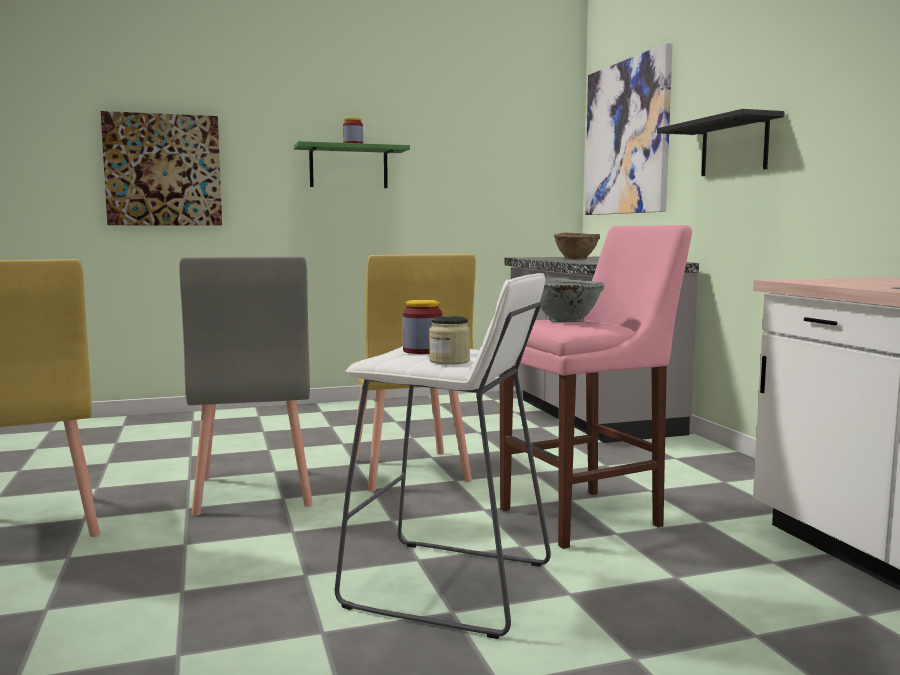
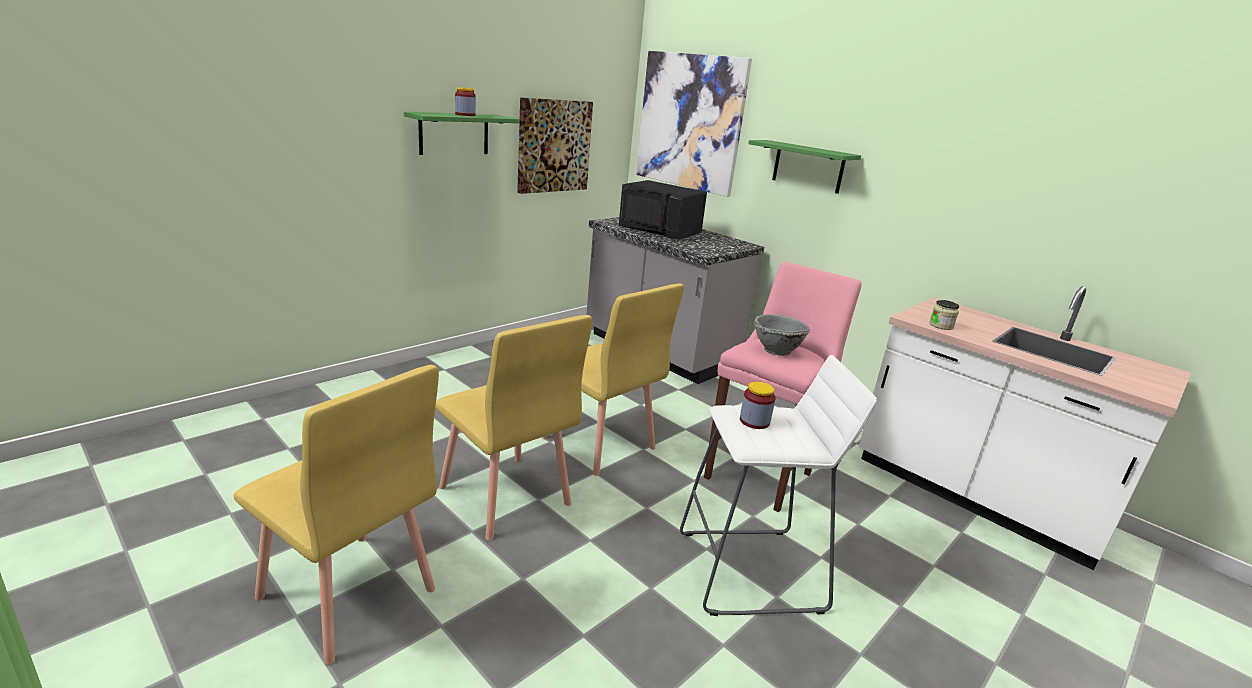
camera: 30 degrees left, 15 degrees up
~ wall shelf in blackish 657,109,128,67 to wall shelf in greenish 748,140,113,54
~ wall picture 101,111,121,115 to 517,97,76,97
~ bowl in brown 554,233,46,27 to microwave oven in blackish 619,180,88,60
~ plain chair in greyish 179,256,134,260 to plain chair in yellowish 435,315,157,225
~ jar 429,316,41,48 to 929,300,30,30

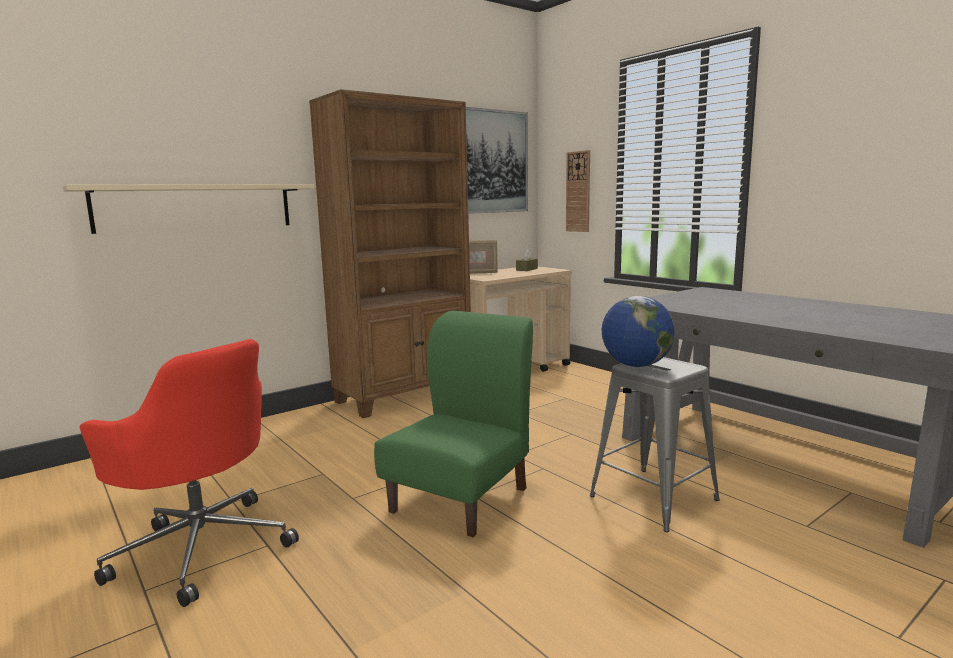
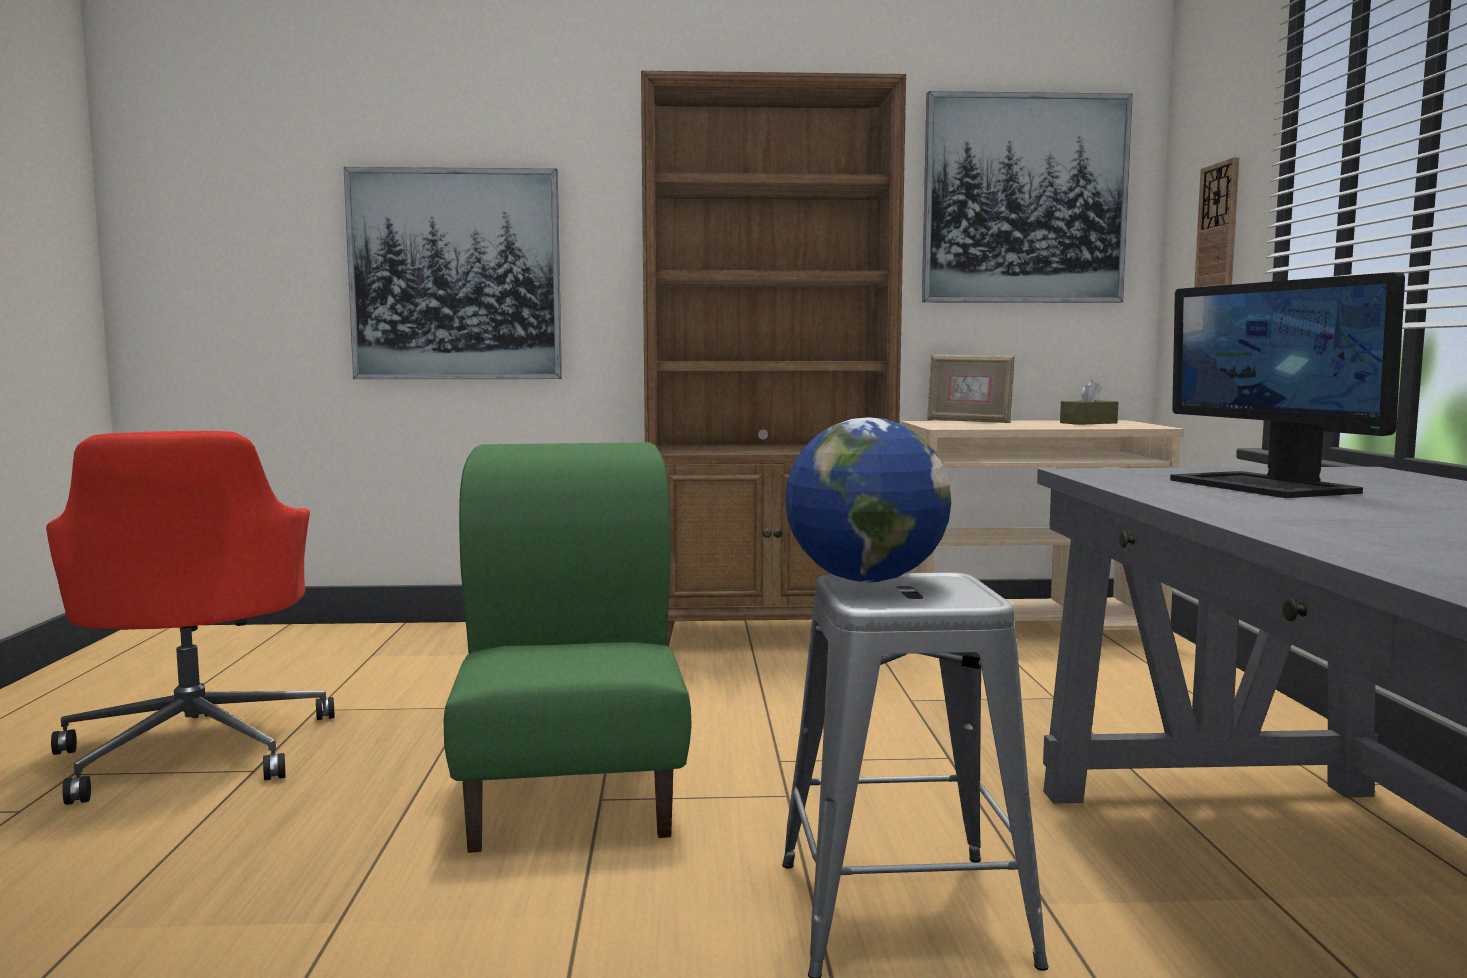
camera: 35 degrees right, 5 degrees down
~ wall shelf in beige-coloured 63,184,252,50 to wall picture 344,167,218,212
~ plain chair in greenish 374,310,159,227 = 444,442,248,411 75 degrees counterclockwise
+ monitor 1170,272,235,226

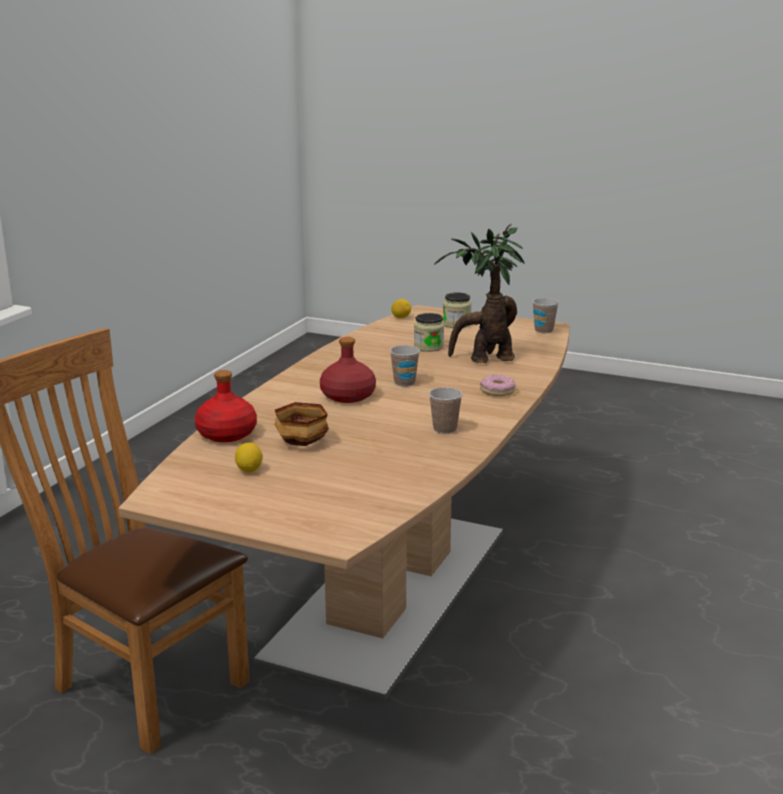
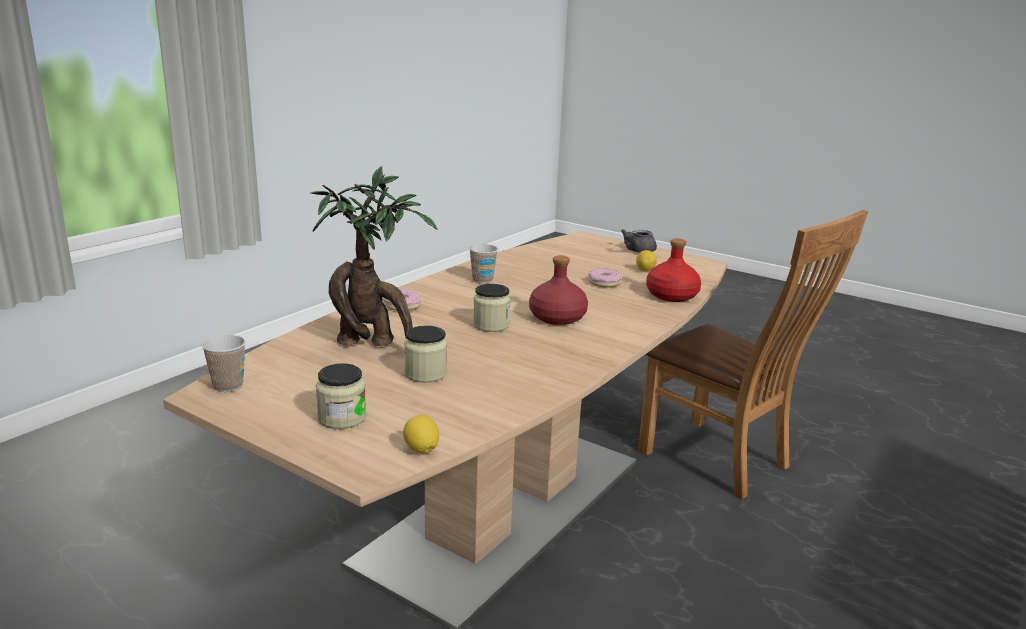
camera: 170 degrees left, 0 degrees up
~ cup 390,345,30,42 to jar 473,284,38,48
~ bowl 274,402,55,44 to ring doughnut 588,268,34,20
+ pot for tea in greyish 621,229,36,24

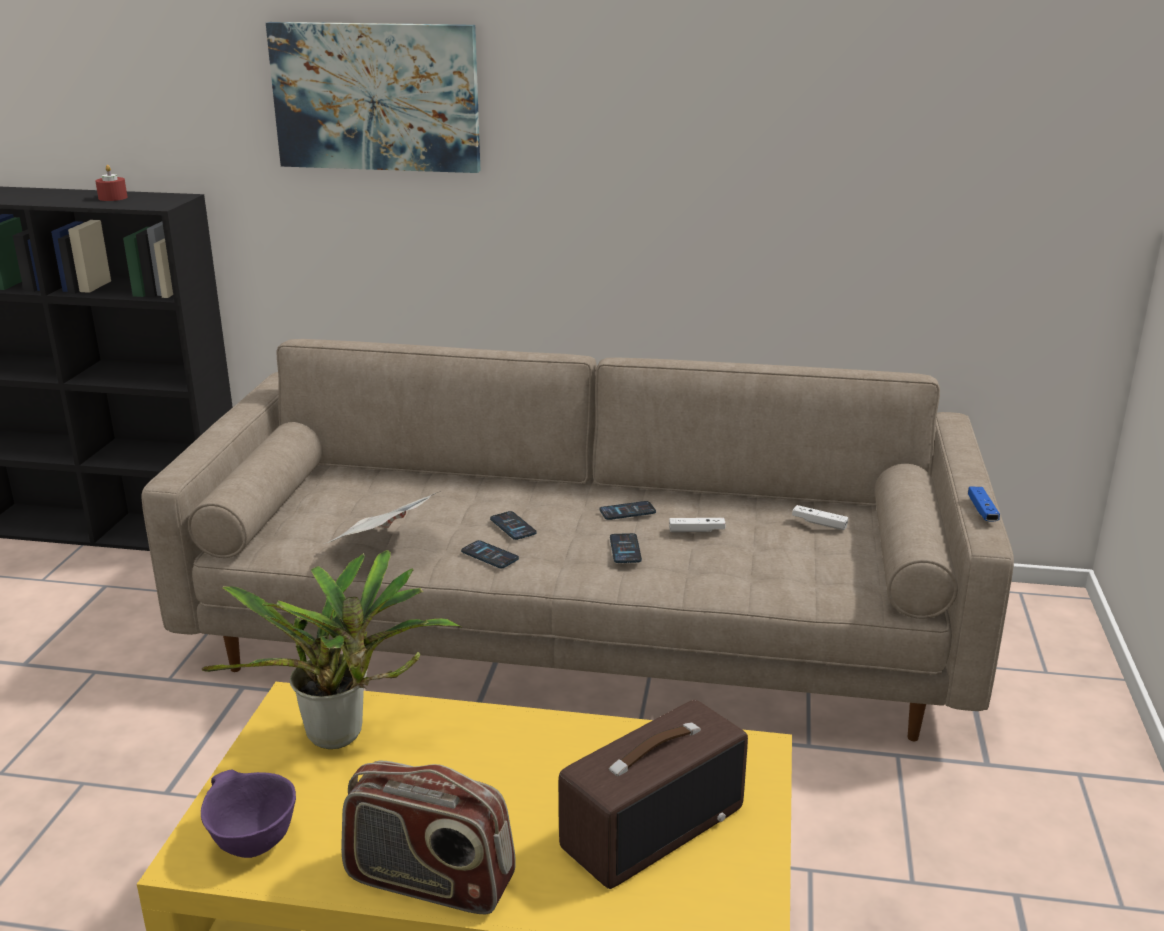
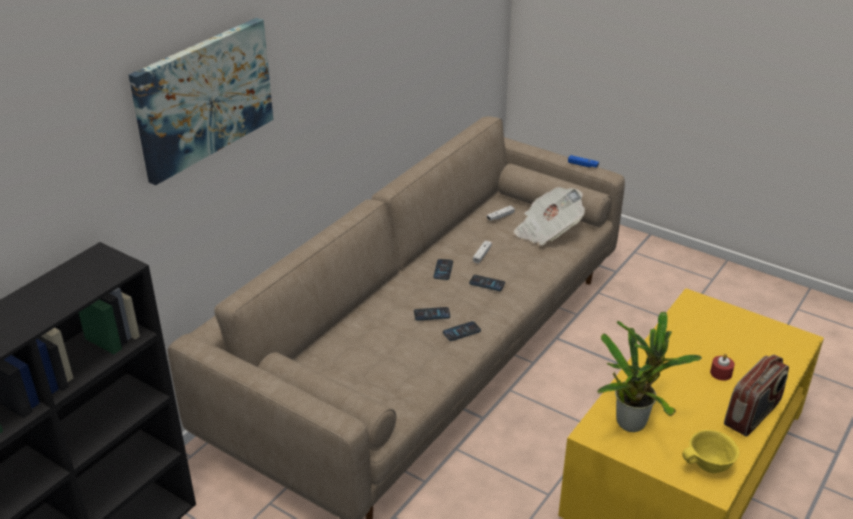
camera: 65 degrees left, 10 degrees up
~ wax light in red 95,165,32,36 to 710,354,25,27
~ newspaper 324,491,117,53 to 514,187,71,59
- radio 559,700,189,189
~ bowl in purple-coloured 201,770,95,88 to bowl in yellowish 682,430,57,43

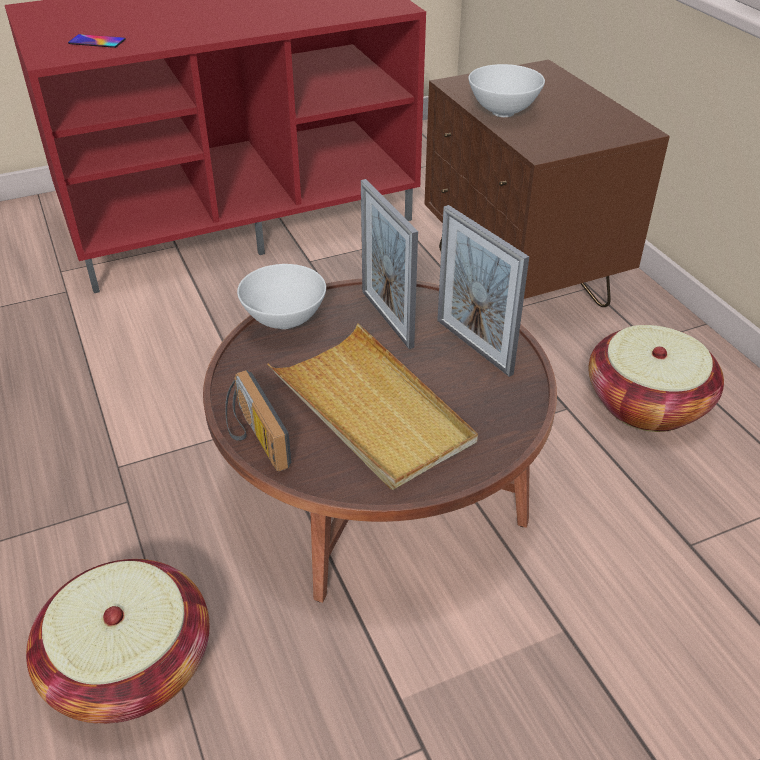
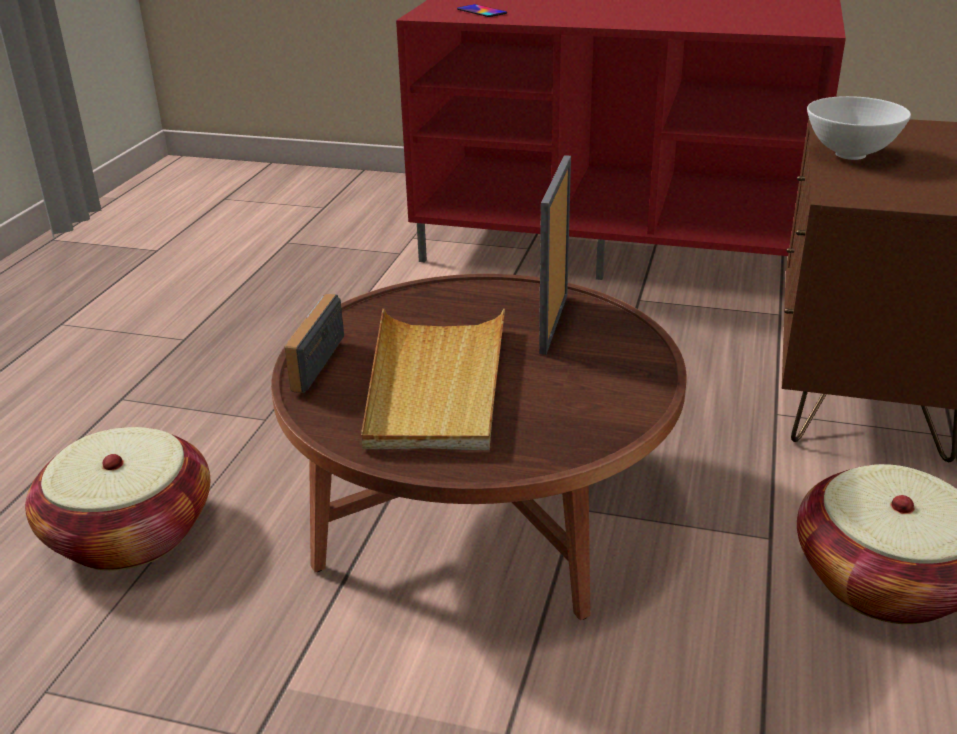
camera: 40 degrees right, 10 degrees down
- standing frame 437,205,92,172
- bowl in white-coloured 237,264,89,65

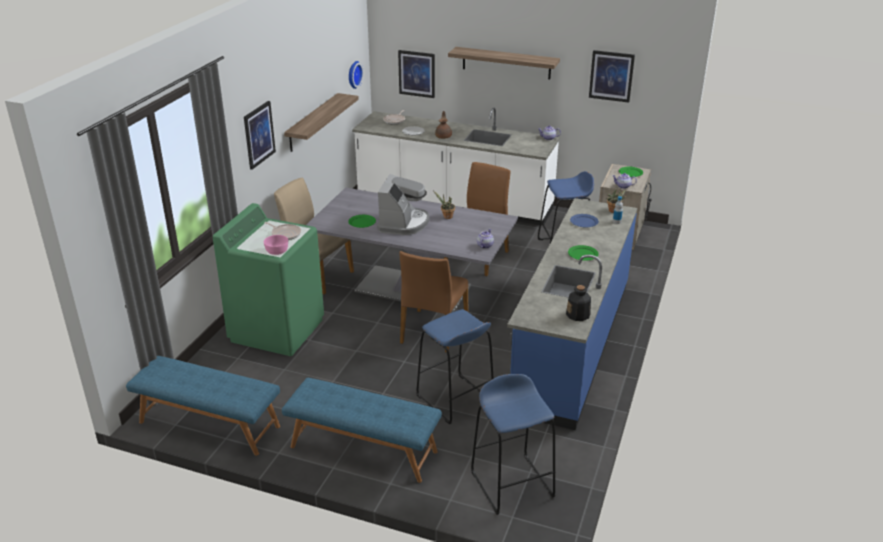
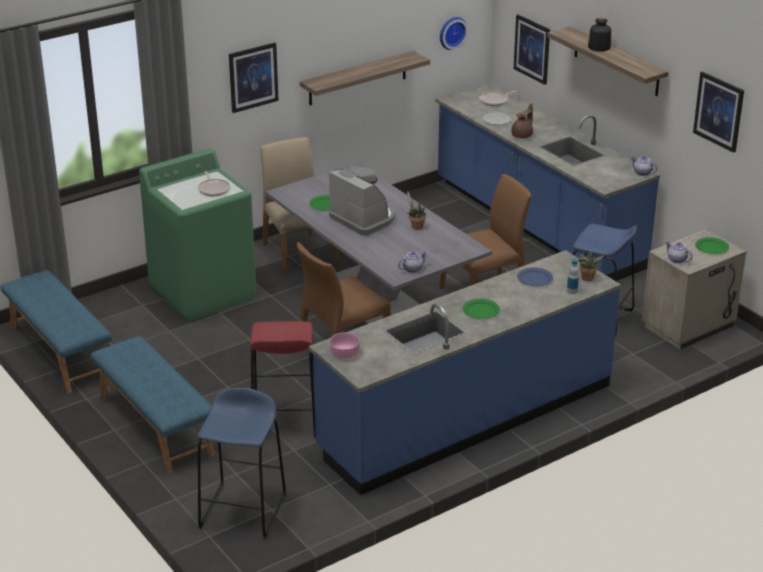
camera: 35 degrees right, 0 degrees up
~ counter in white-coloured 352,108,208,118 to counter in blue 435,83,225,198
~ coffee machine 377,174,52,61 = 329,167,66,69 90 degrees counterclockwise
~ bowl in pinkish 264,235,24,20 to 329,332,31,27
~ drink bottle 566,285,25,36 to 588,17,23,35
~ stool in blue 416,309,78,116 to stool in red 250,321,65,117

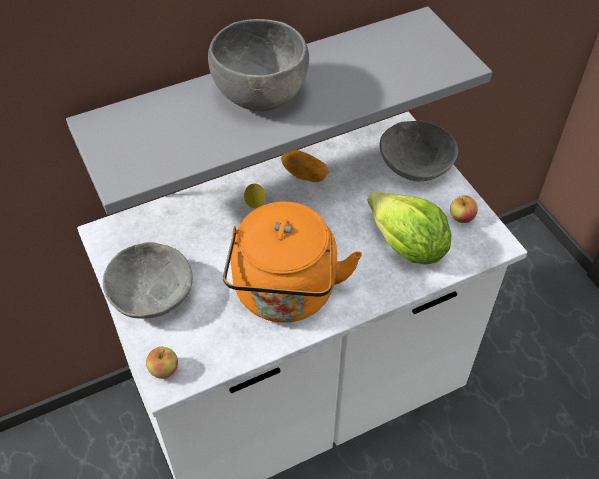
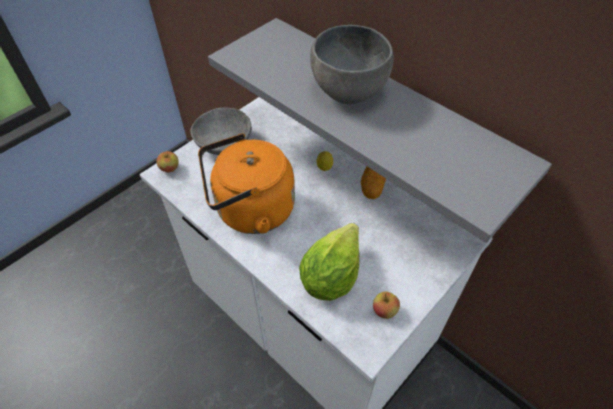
camera: 70 degrees right, 0 degrees up
- bowl in greyish 380,121,78,60

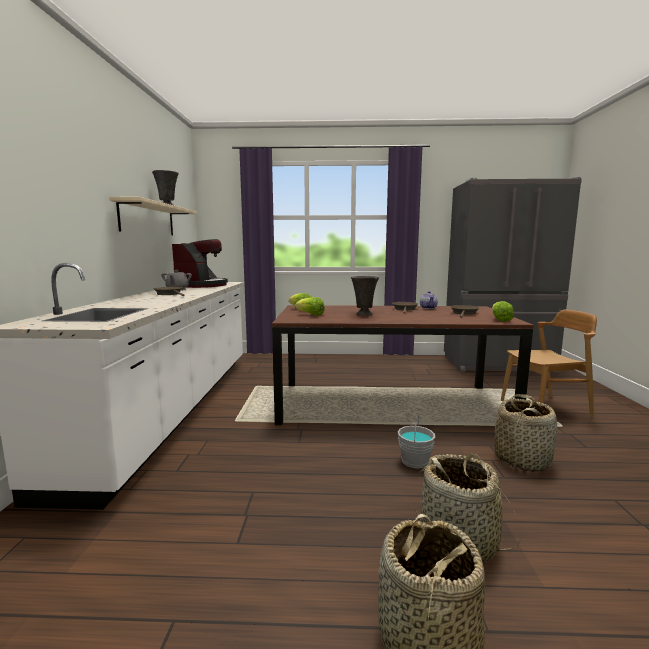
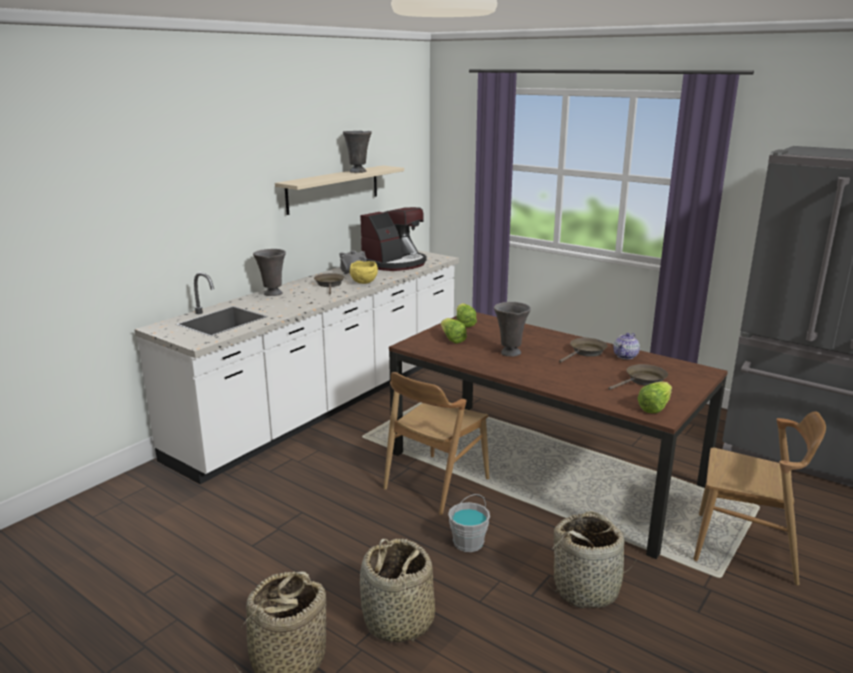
camera: 35 degrees right, 10 degrees up
+ vase in greyish 253,249,33,47
+ bowl in yellowish 350,261,28,23
+ plain chair in brown 383,372,106,143

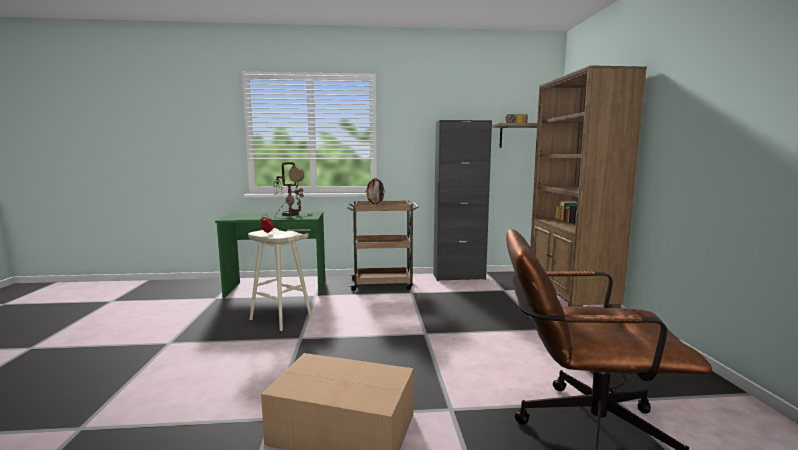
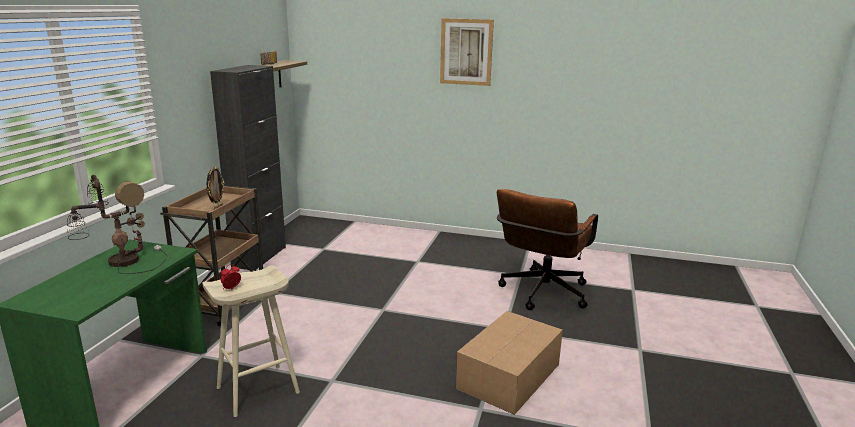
camera: 70 degrees left, 10 degrees up
- shelving unit in brown 530,65,117,243
+ wall picture 440,18,54,68

